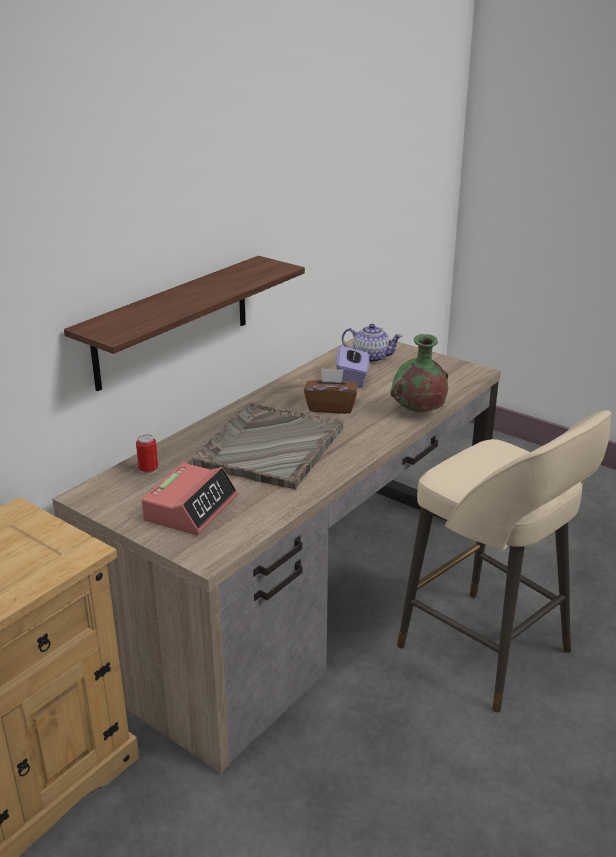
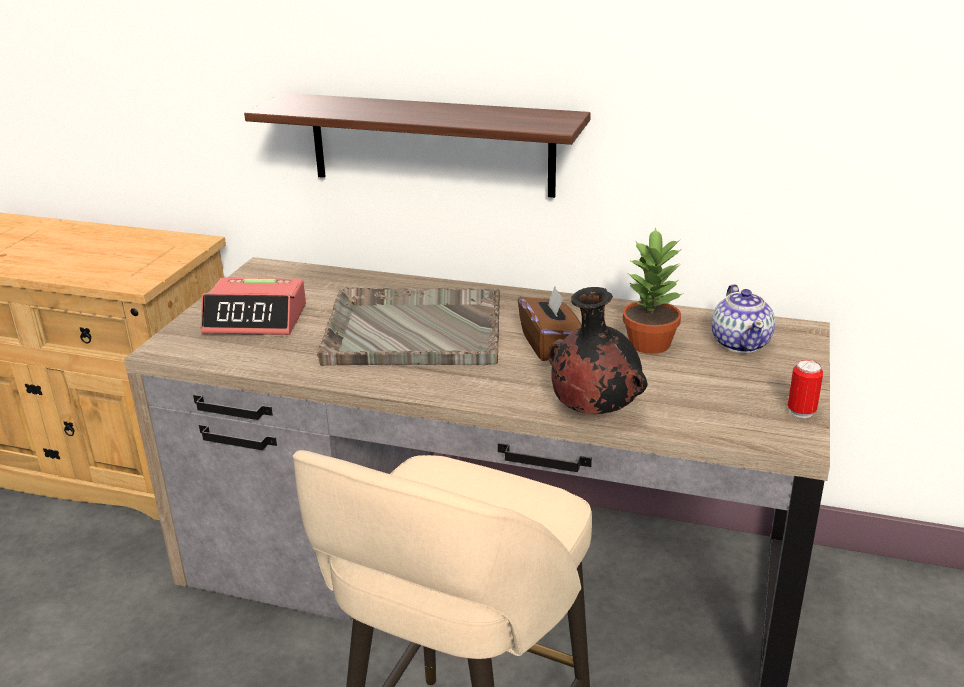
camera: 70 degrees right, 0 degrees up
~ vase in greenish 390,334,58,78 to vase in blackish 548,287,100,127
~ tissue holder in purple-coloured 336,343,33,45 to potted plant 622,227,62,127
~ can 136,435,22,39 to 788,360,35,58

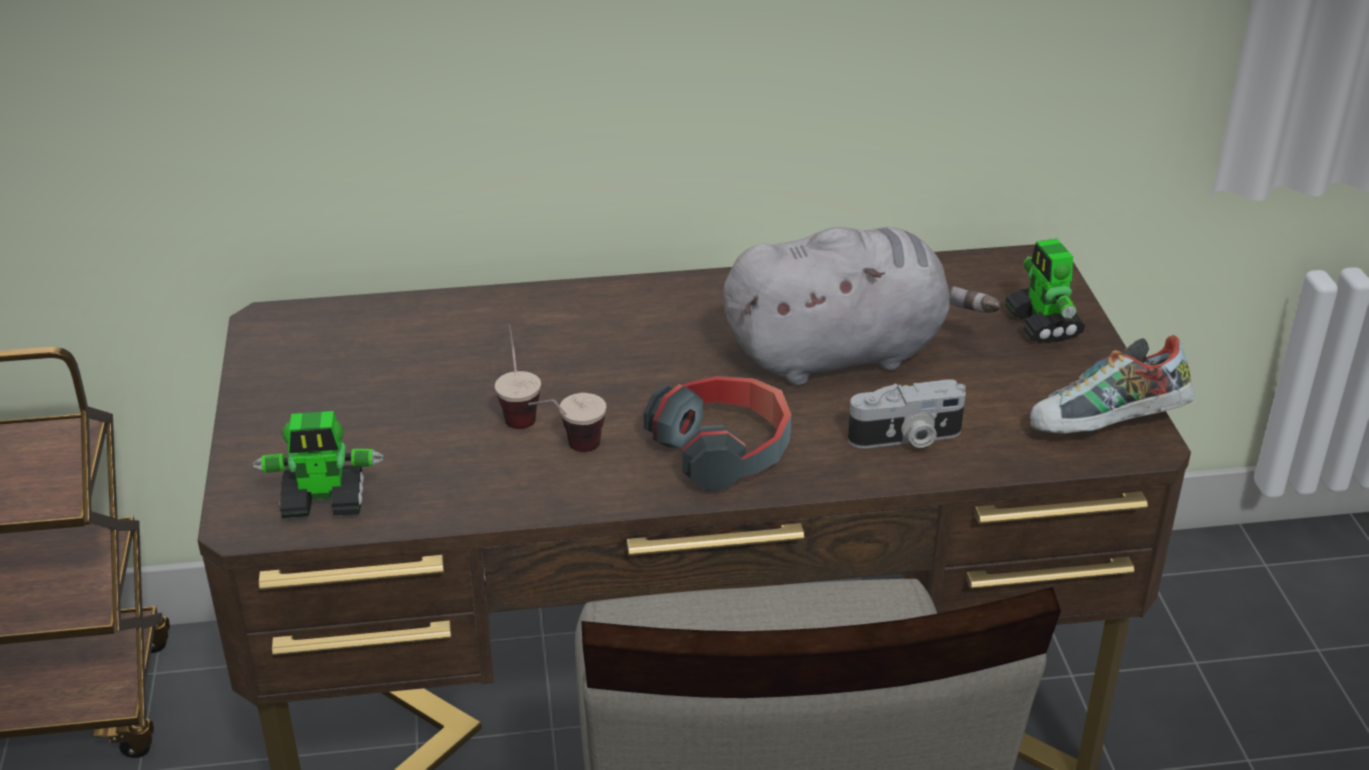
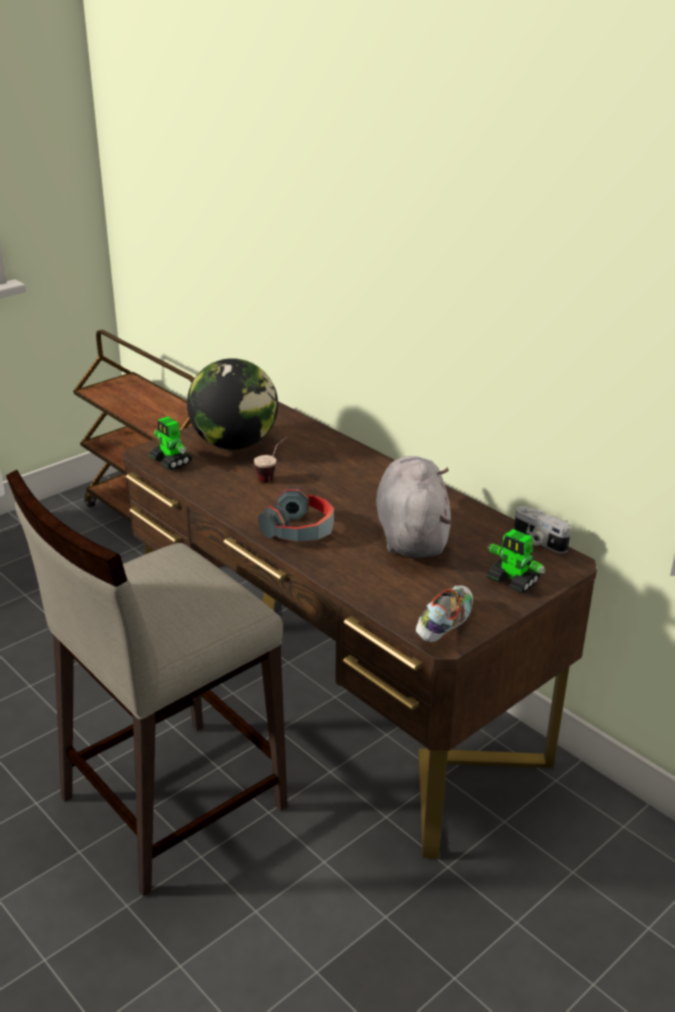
camera: 55 degrees right, 5 degrees down
~ plush toy in greyish 723,227,278,158 = 376,456,75,102 135 degrees counterclockwise
~ model robot 1004,239,81,105 = 487,529,59,65 90 degrees counterclockwise
~ item of footwear 1030,335,165,98 = 416,585,57,57 75 degrees clockwise
~ photo camera 848,379,118,70 to 514,506,57,47
- cup 528,393,78,59
+ desk globe 187,358,91,92

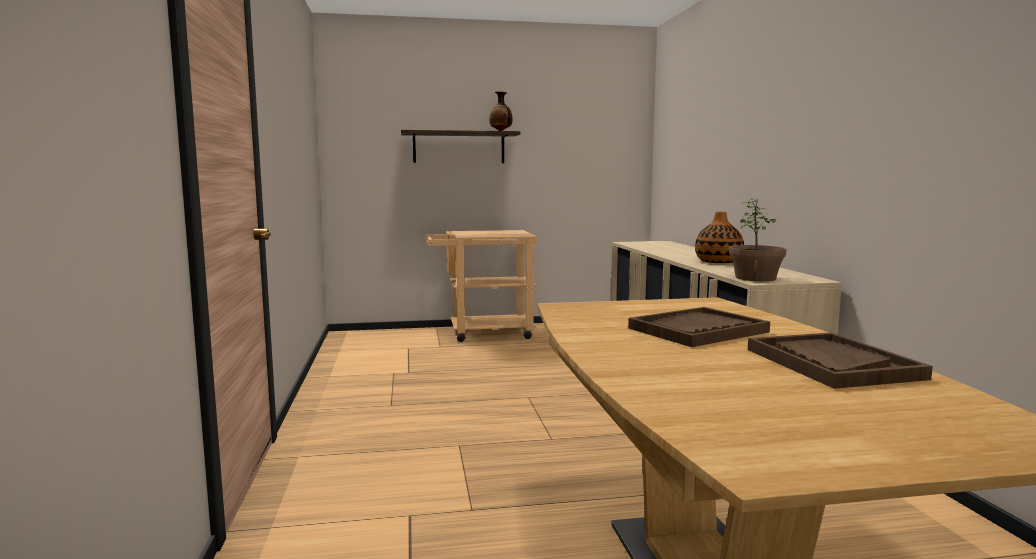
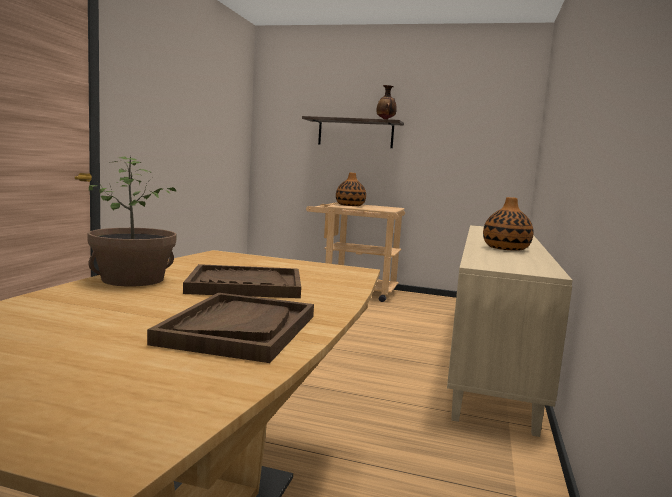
camera: 25 degrees right, 0 degrees up
~ potted plant 729,198,57,83 to 87,156,89,130
+ vase 336,173,30,33

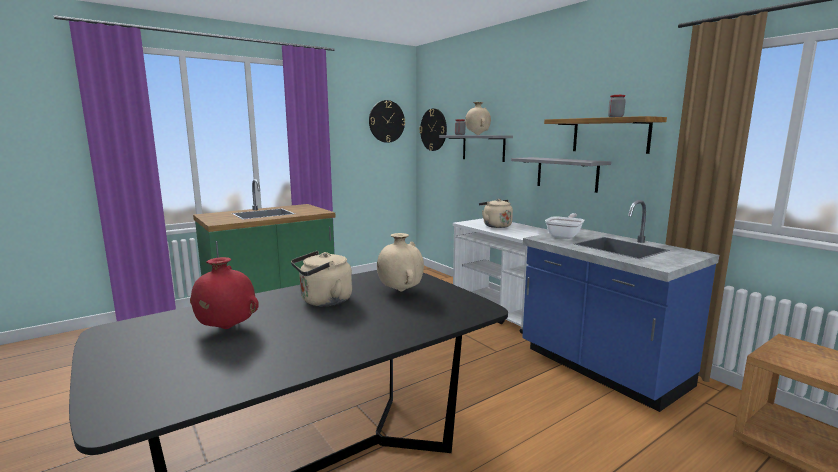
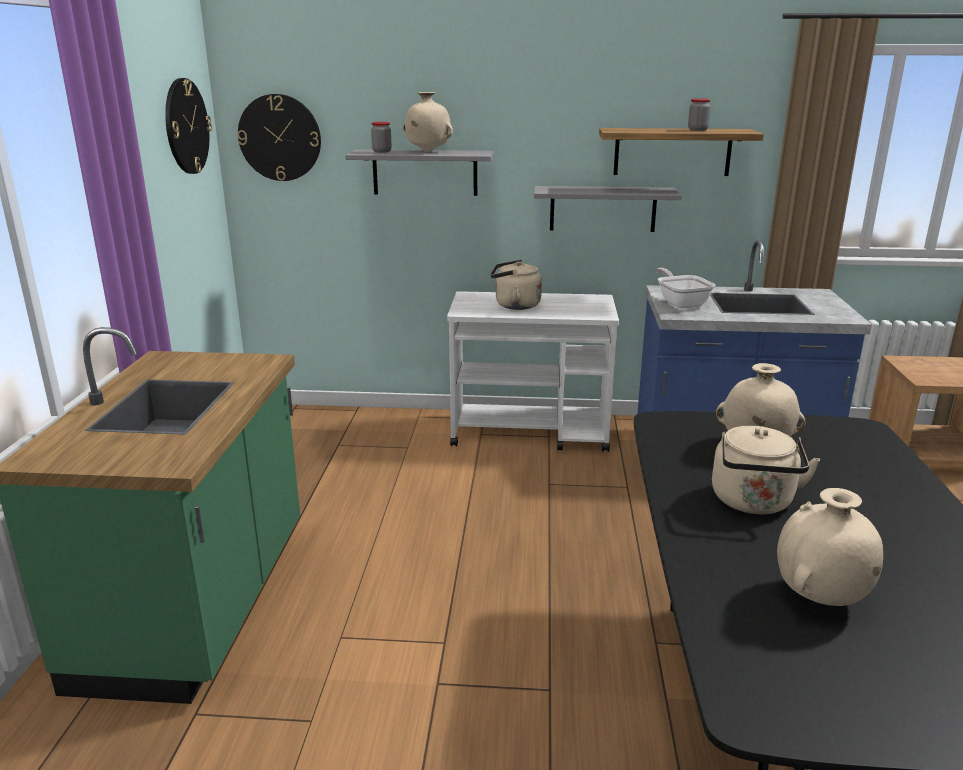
camera: 50 degrees left, 10 degrees up
~ vase in red 190,257,69,72 to vase in beige-coloured 777,488,106,118

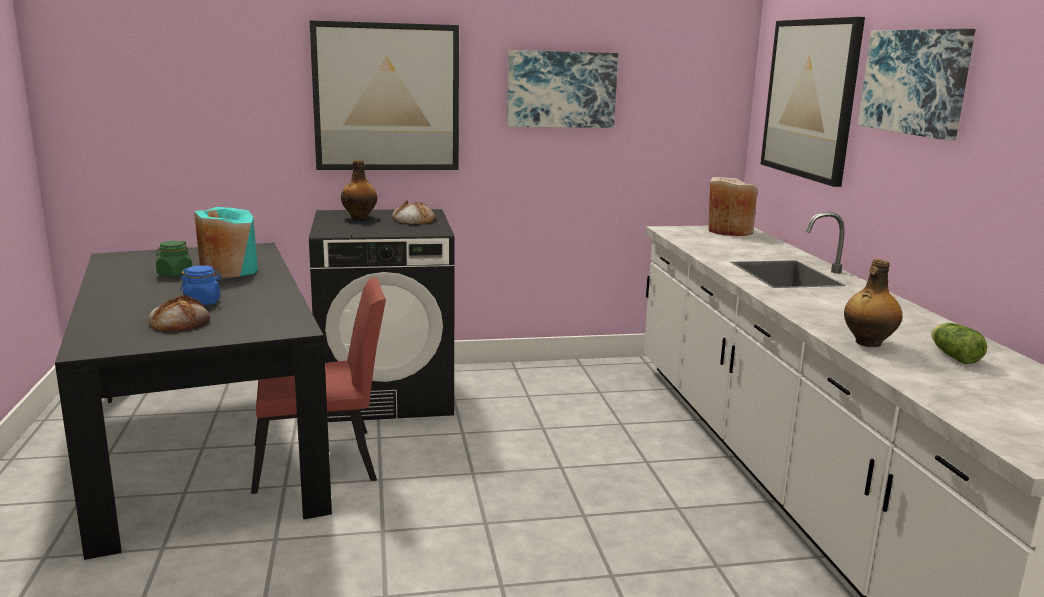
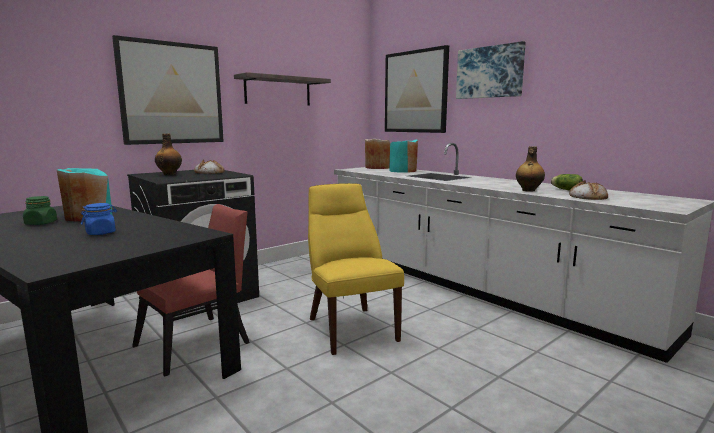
camera: 30 degrees left, 5 degrees down
~ wall picture 507,50,111,78 to wall shelf 234,72,97,34
~ baked bread 148,295,62,36 to 569,180,39,20
+ vase in turquoise 389,140,29,33
+ plain chair in yellowish 308,183,96,172

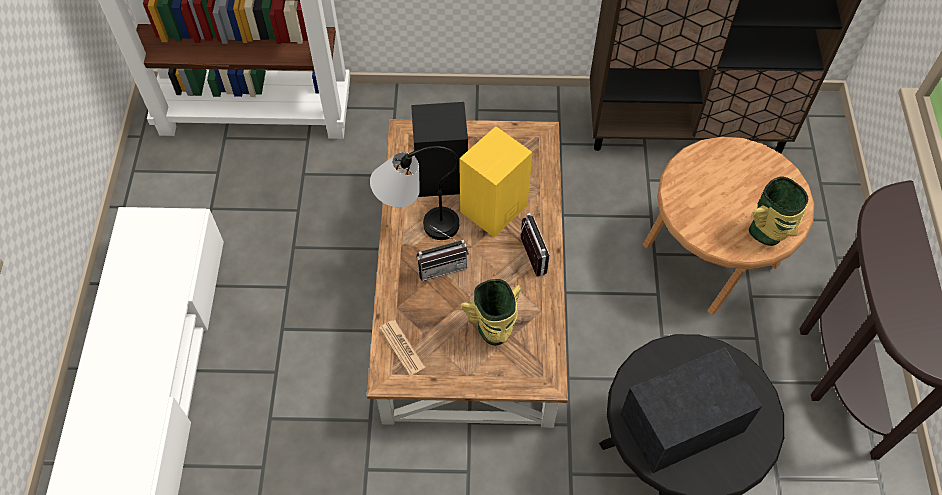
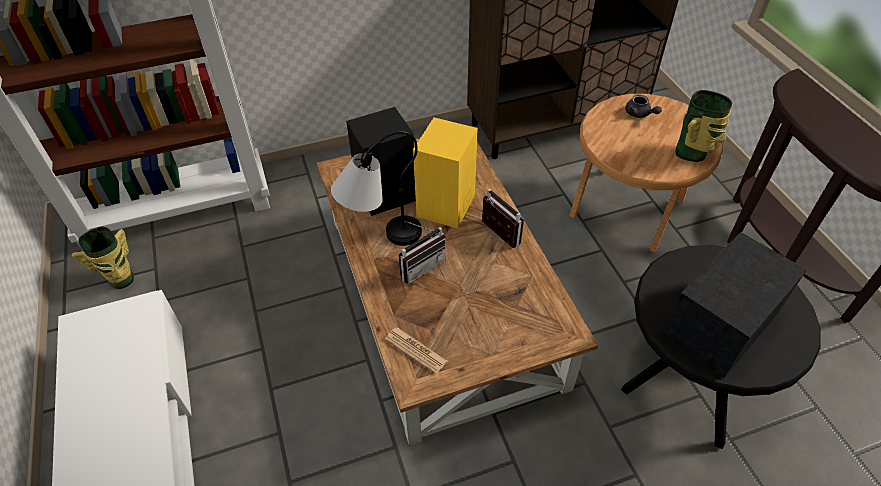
camera: 20 degrees left, 10 degrees down
~ vase 461,279,60,67 to 72,227,62,62
+ pot for tea in greyish 625,95,37,23

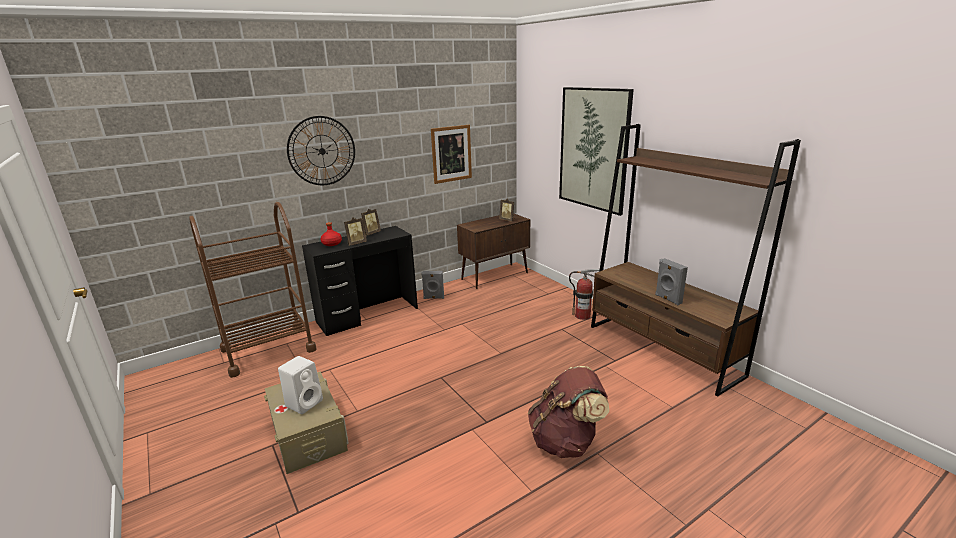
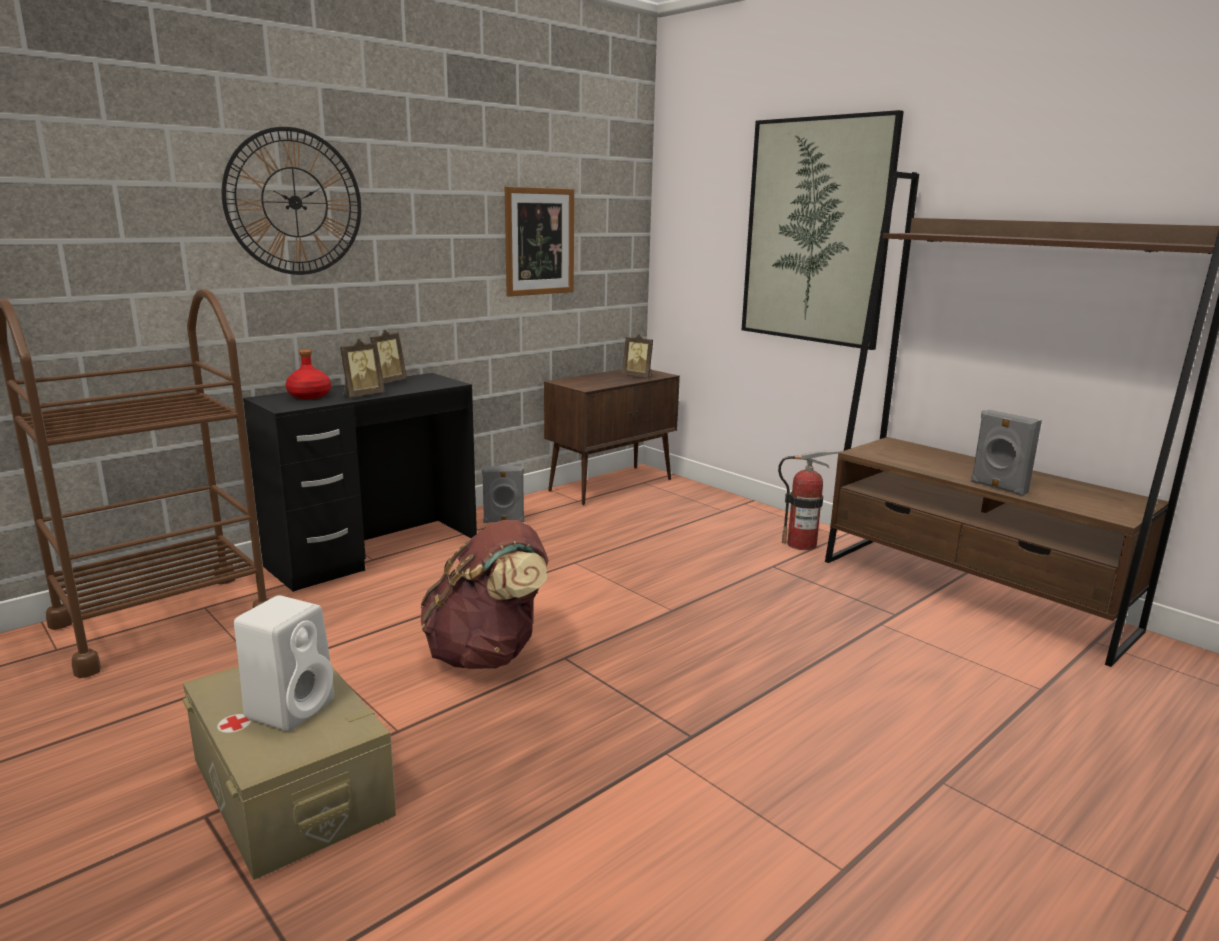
camera: 10 degrees left, 5 degrees down
~ rucksack in brown 528,366,81,92 to 421,520,128,149

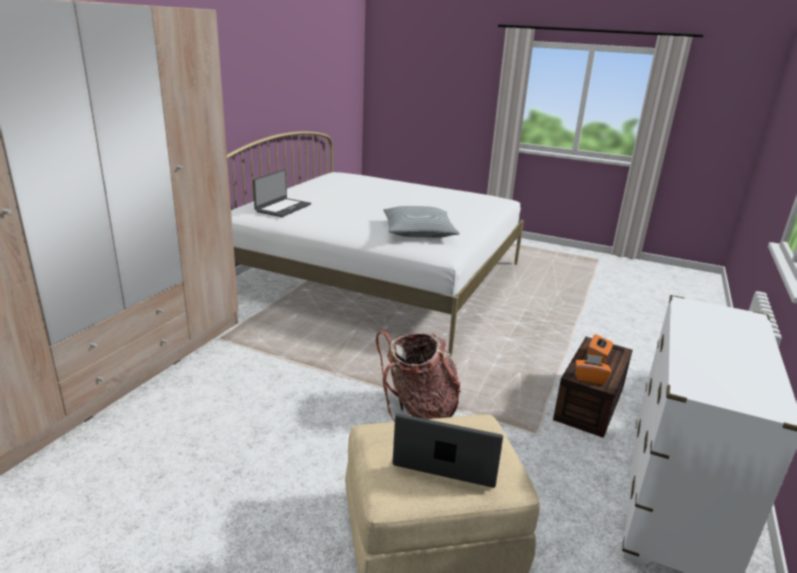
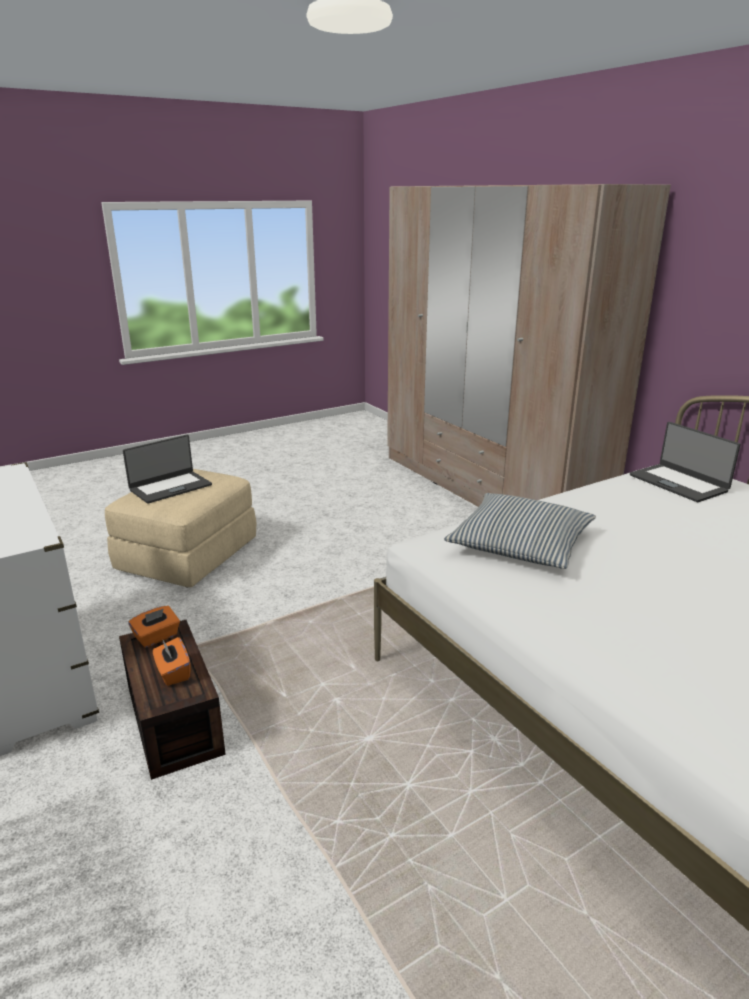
camera: 125 degrees right, 0 degrees up
- rucksack 376,331,85,91

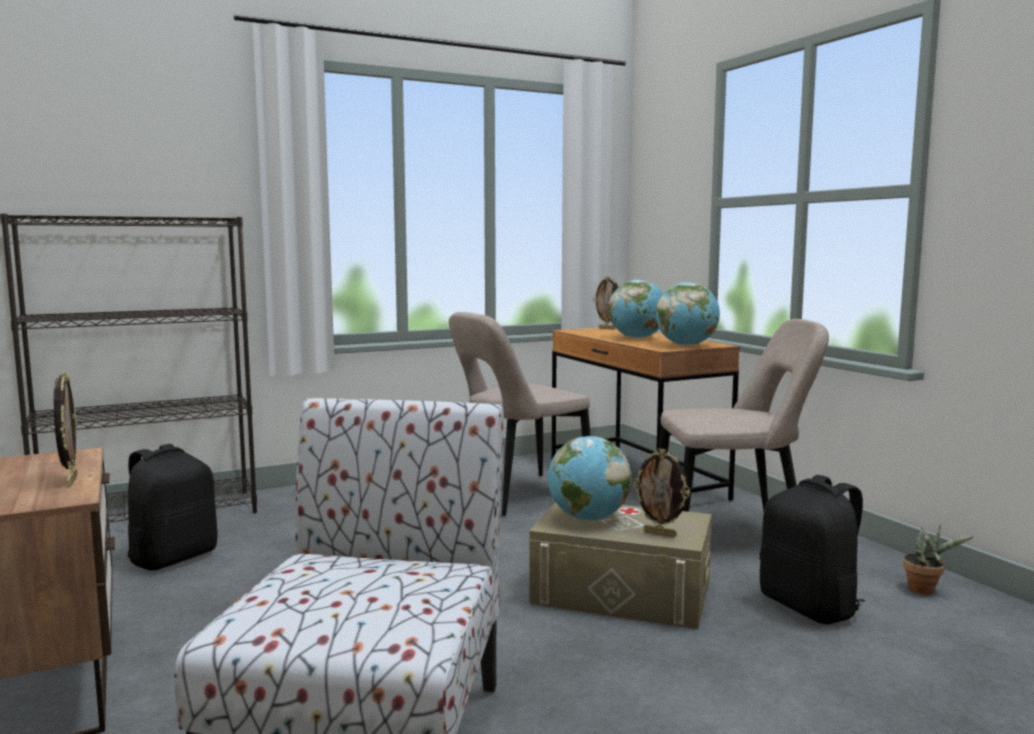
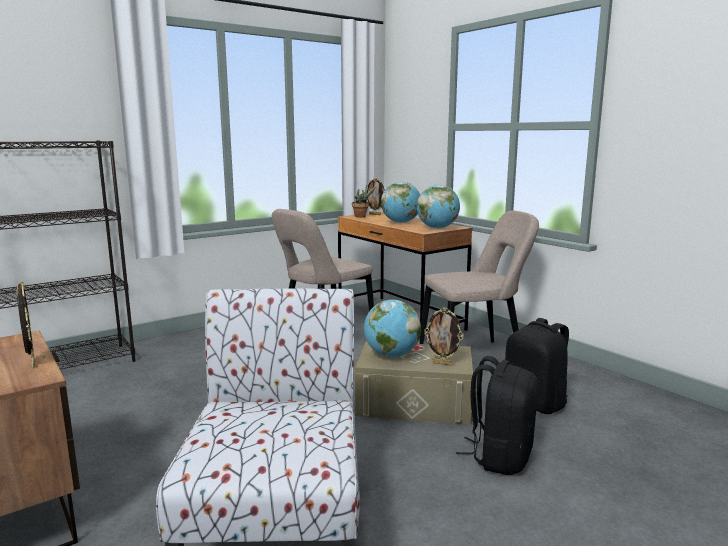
camera: 10 degrees left, 5 degrees up
~ rucksack in blackish 128,444,89,127 to 456,356,82,119
~ potted plant 903,524,71,71 to 352,185,25,32

